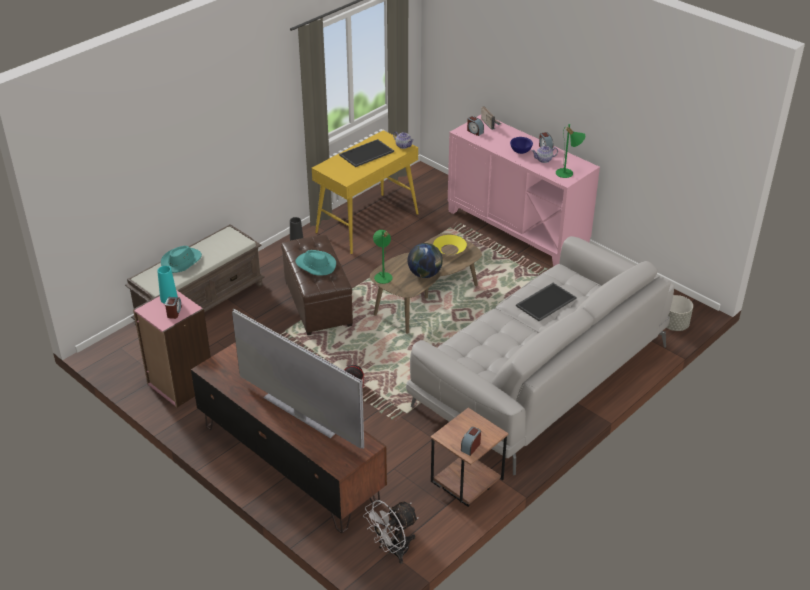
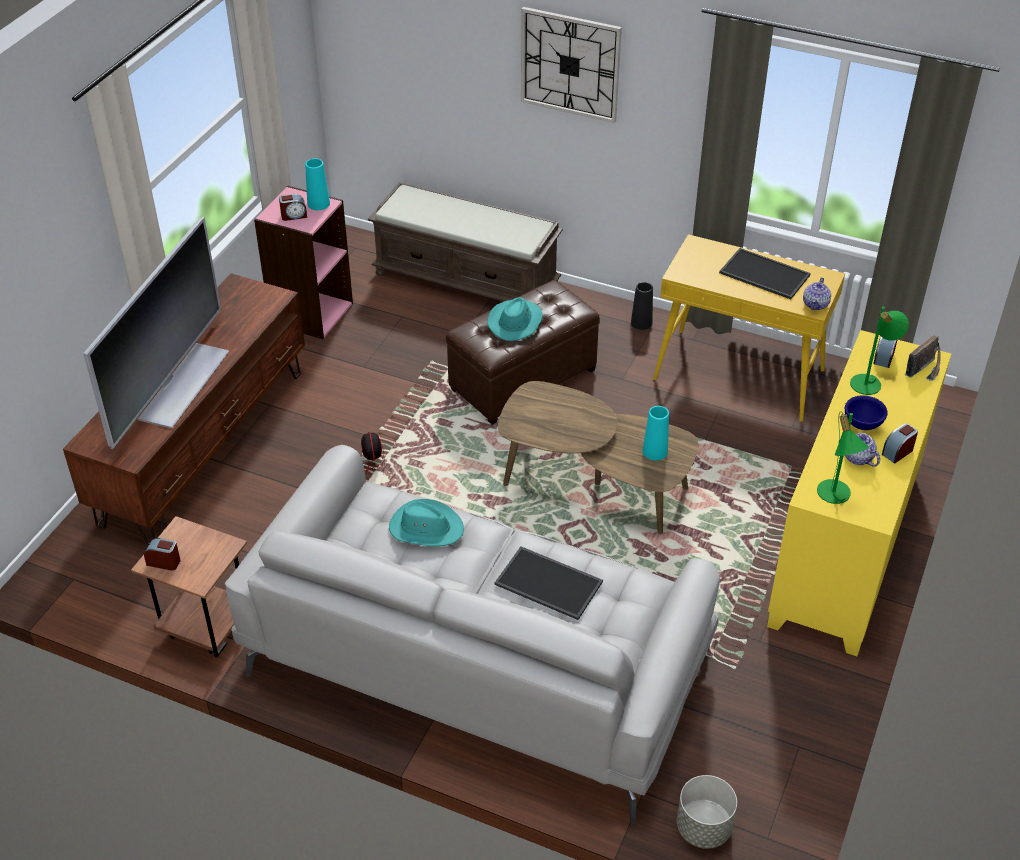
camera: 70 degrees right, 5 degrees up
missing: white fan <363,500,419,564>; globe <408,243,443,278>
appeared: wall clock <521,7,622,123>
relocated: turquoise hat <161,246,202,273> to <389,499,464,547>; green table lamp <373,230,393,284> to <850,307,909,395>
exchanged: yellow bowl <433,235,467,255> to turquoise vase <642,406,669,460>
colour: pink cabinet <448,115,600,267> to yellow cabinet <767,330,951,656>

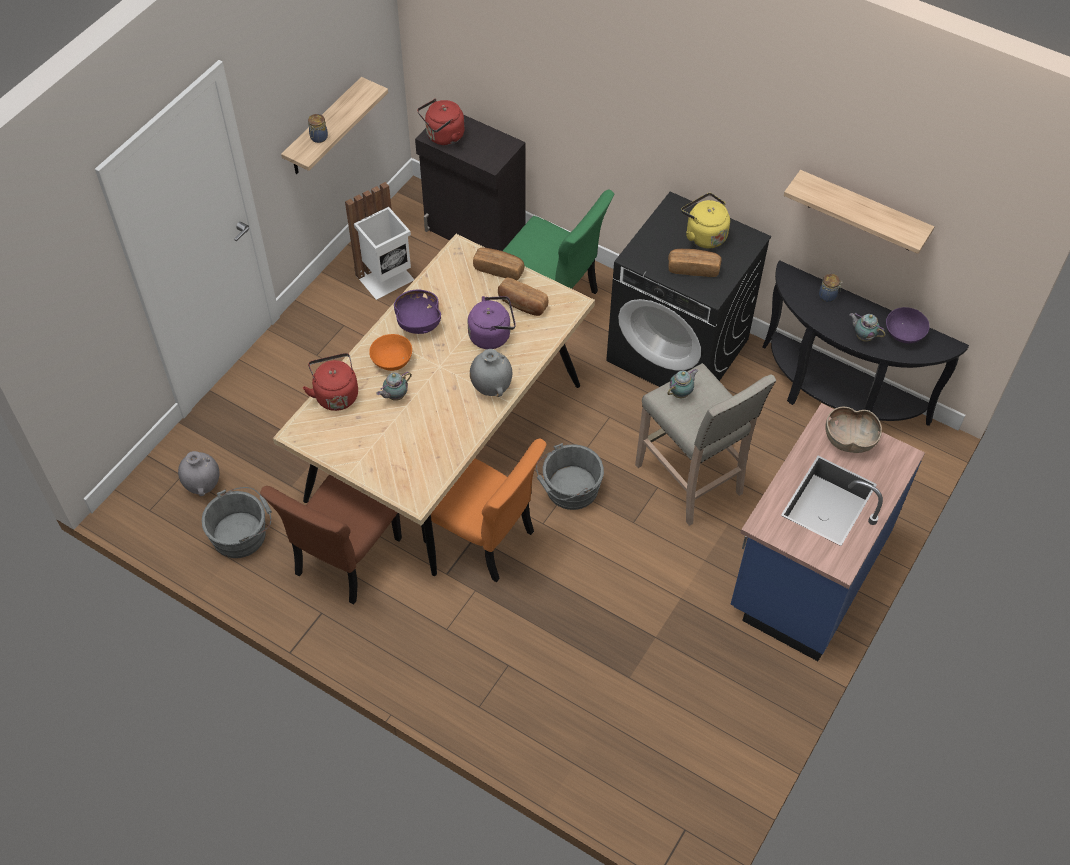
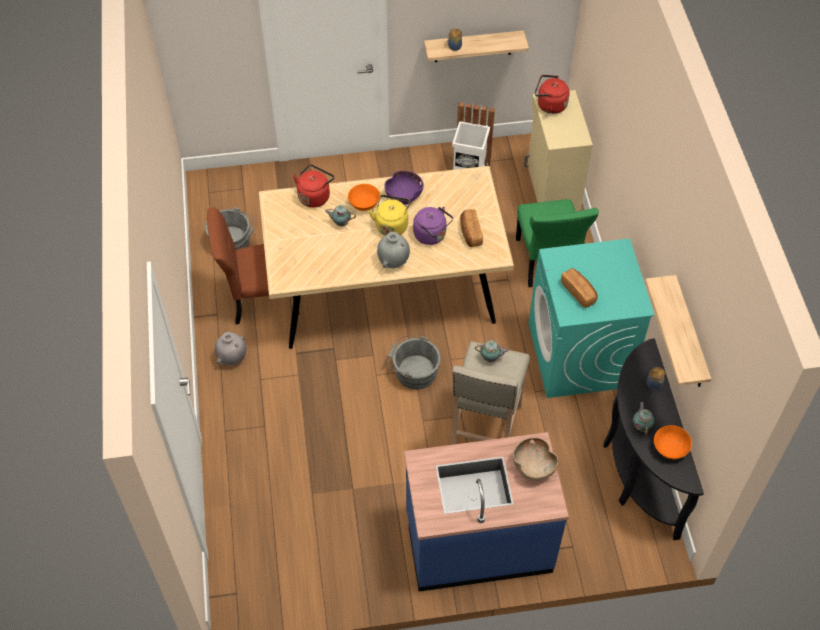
camera: 50 degrees right, 0 degrees up
missing: orange chair <421,439,547,582>; bread <473,248,525,280>
relocated: grey vase <178,451,219,496> to <215,332,246,366>; yellow kettle <681,193,730,248> to <368,195,411,236>
colour: black cabinet <415,115,526,251> to beige cabinet <524,90,593,211>; black washing machine <606,191,771,387> to turquoise washing machine <528,238,655,398>; purple bowl <886,307,930,343> to orange bowl <654,425,692,459>

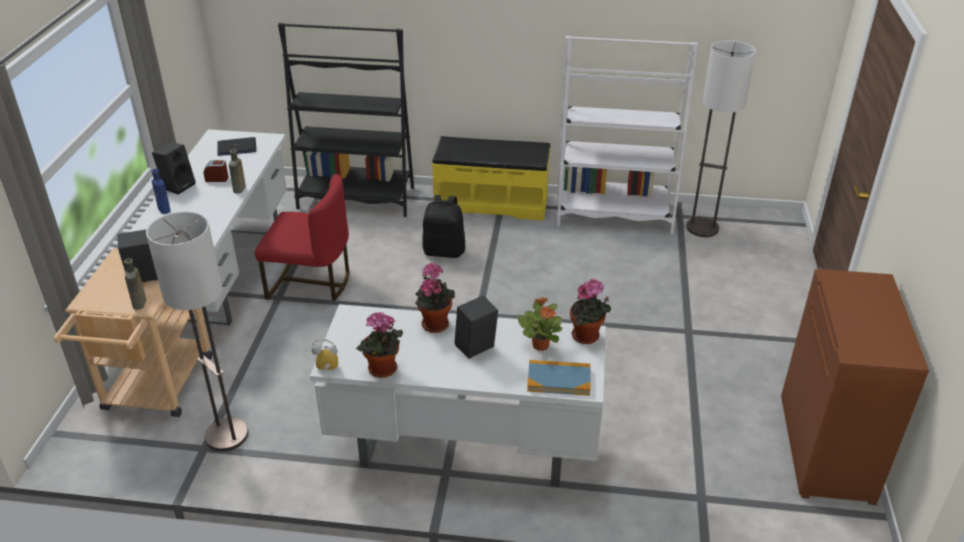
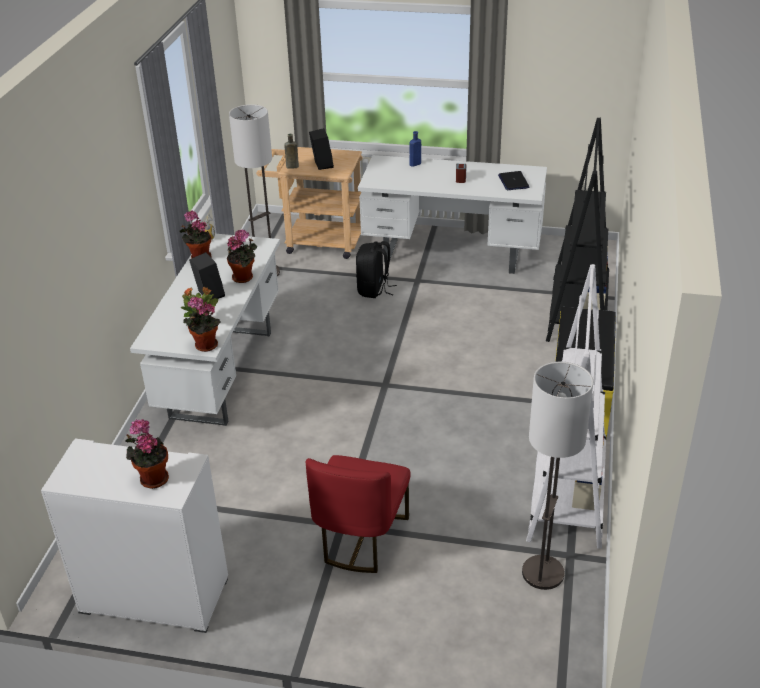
camera: 95 degrees right, 0 degrees up
missing: black speaker <152,142,195,195>; brown bottle <229,149,246,194>; book <527,360,591,396>
appeared: potted plant <126,419,169,489>
relocated: red chair <255,174,349,301> to <306,455,411,573>; black backpack <423,195,465,258> to <356,241,397,298>
colour: brown cabinet <781,269,929,505> to white cabinet <41,439,228,633>

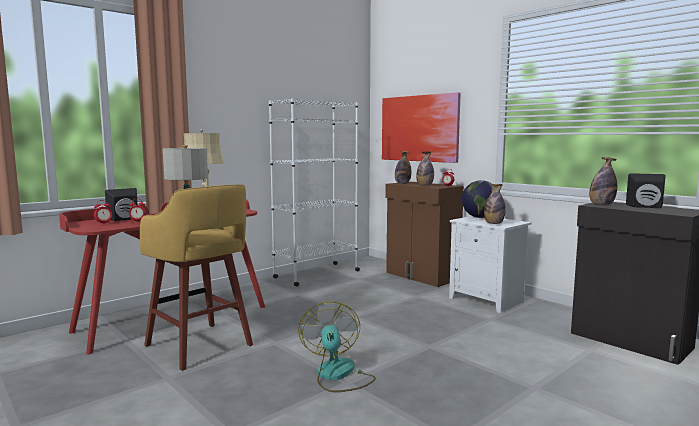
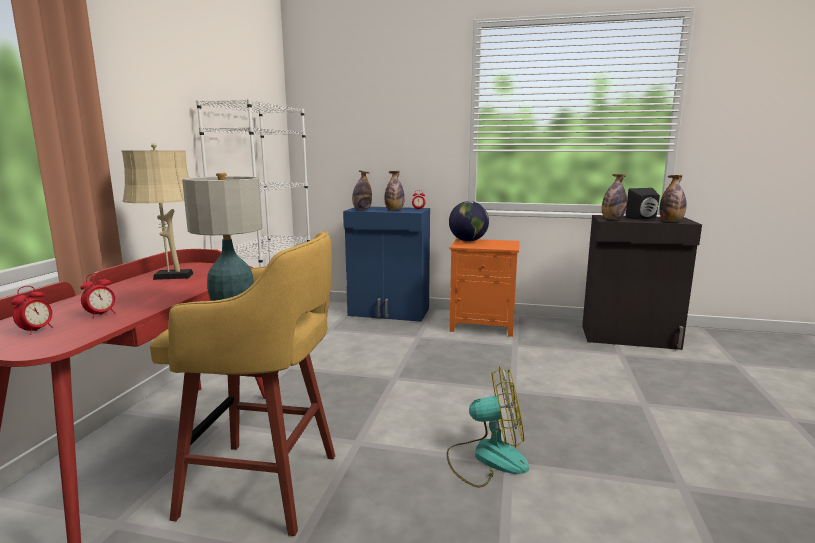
camera: 35 degrees left, 5 degrees up
missing: black speaker <105,188,138,221>; picture <382,92,461,163>
relocated: bottle <484,184,506,224> to <659,175,687,222>
colour: brown cabinet <385,182,464,287> to blue cabinet <343,207,430,322>; white nightstand <449,216,532,313> to orange nightstand <450,238,520,337>
spun: fan <298,301,376,392> = <446,366,529,488> 135 degrees clockwise

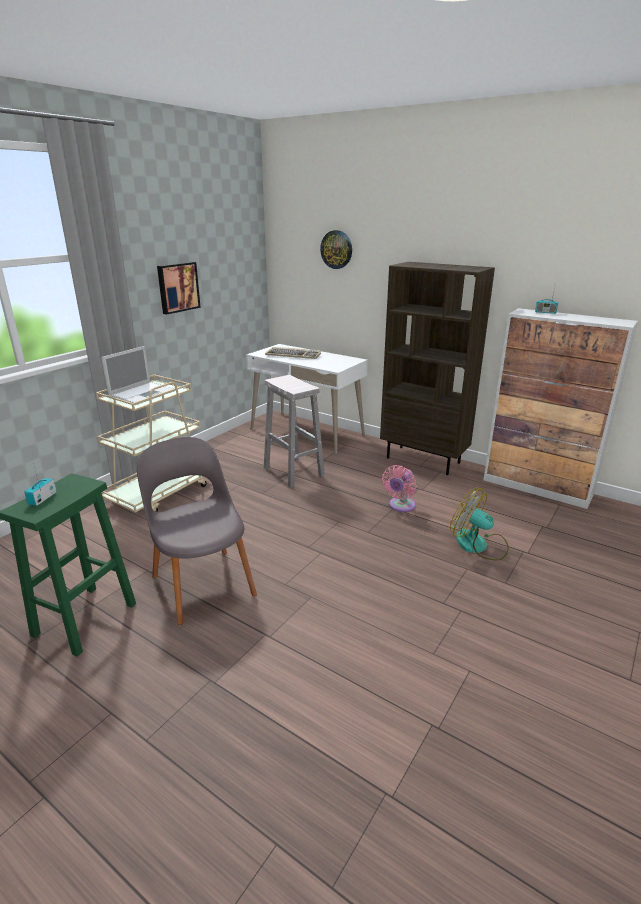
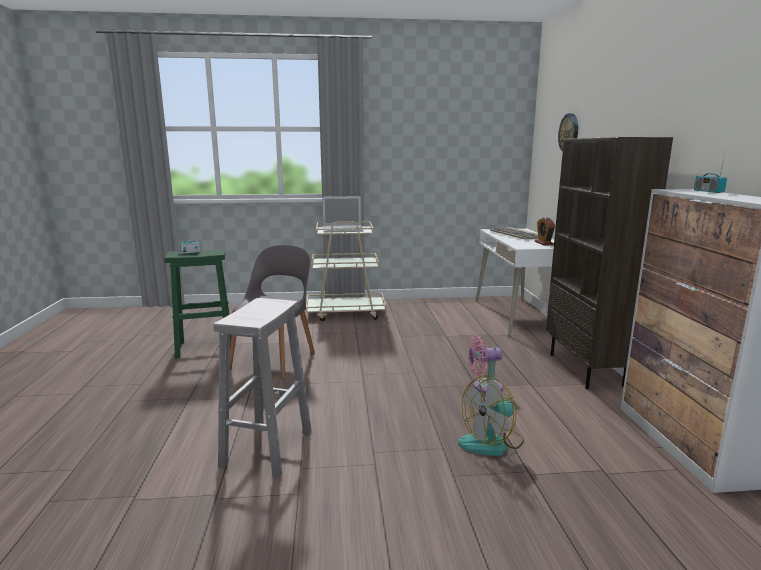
camera: 50 degrees right, 10 degrees down
missing: picture <157,262,201,315>
appeared: alarm clock <535,217,555,246>
relocated: white stool <264,375,325,488> to <213,298,312,477>
spun: fan <450,488,509,560> = <458,375,524,456> 120 degrees counterclockwise

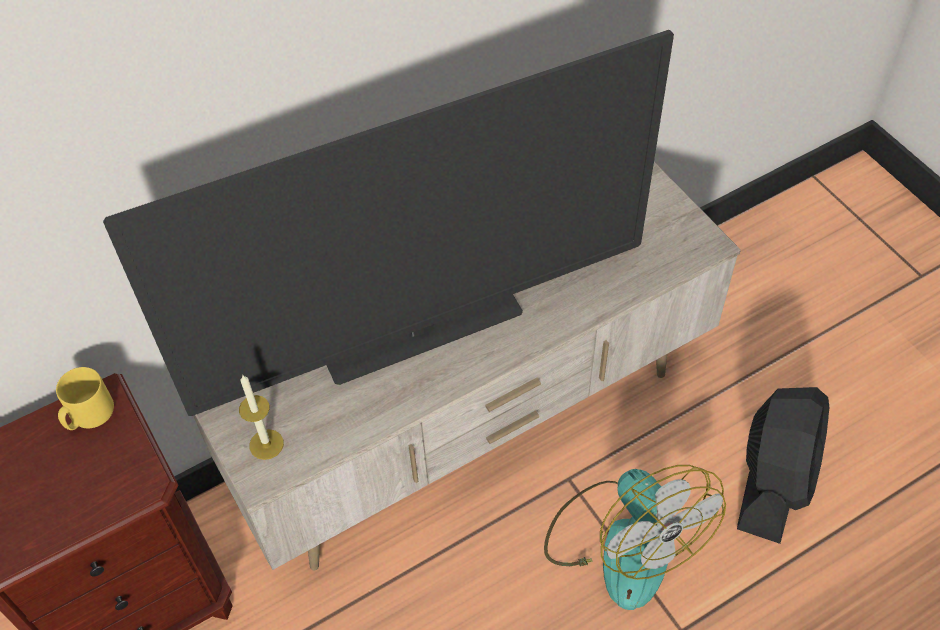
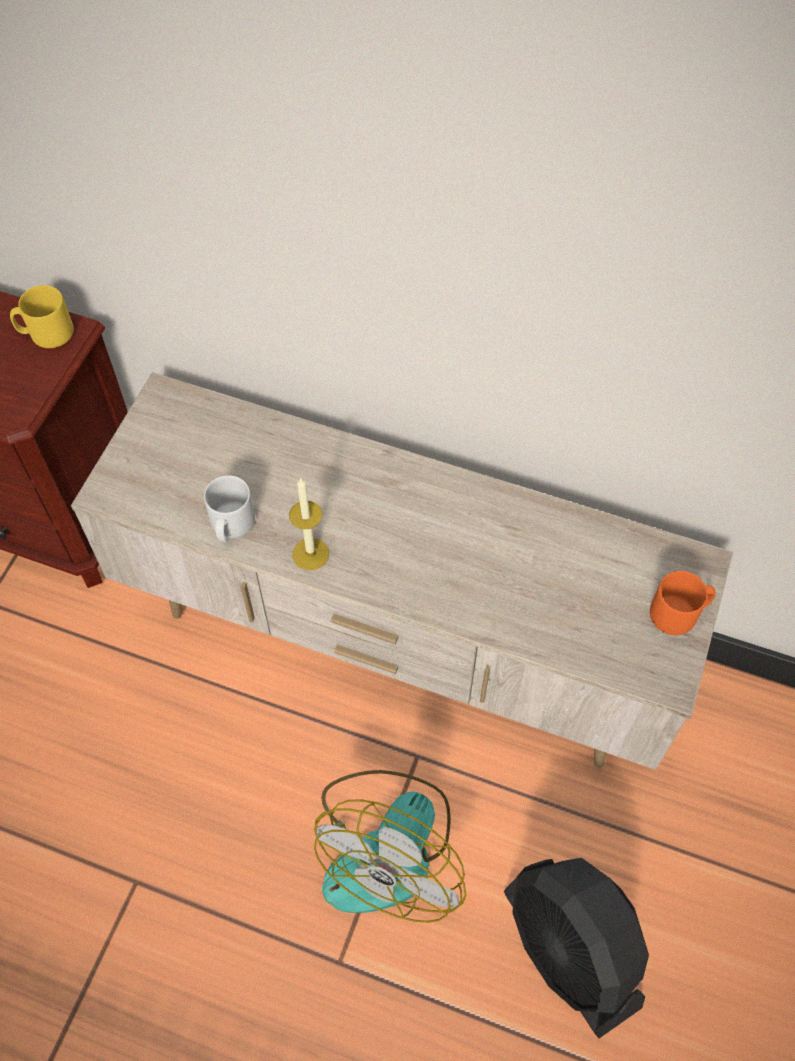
camera: 50 degrees right, 5 degrees up
missing: television <103,30,674,416>
appeared: grey mug <204,475,255,542>; orange mug <650,571,716,635>
relocated: candle <239,375,284,460> to <289,477,329,570>
spun: black fan <737,387,829,544> = <504,858,649,1038> 75 degrees clockwise

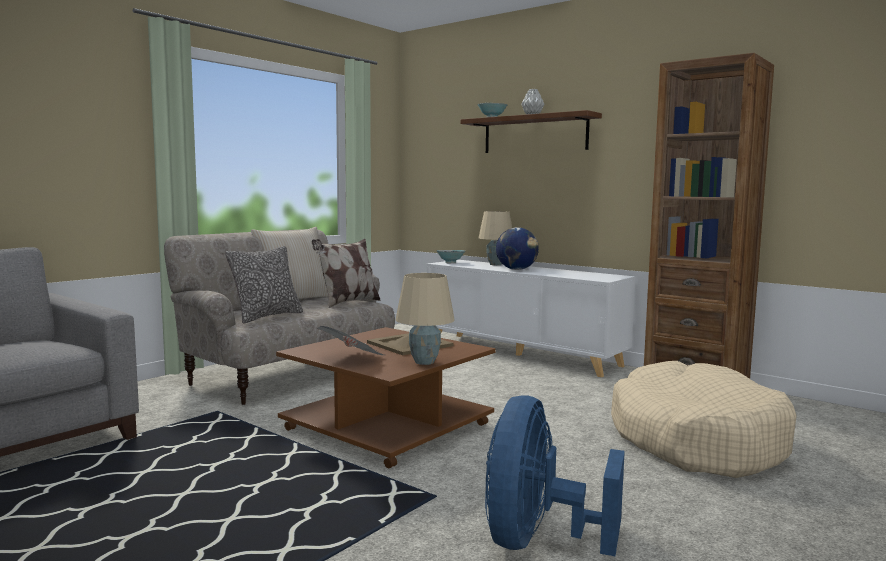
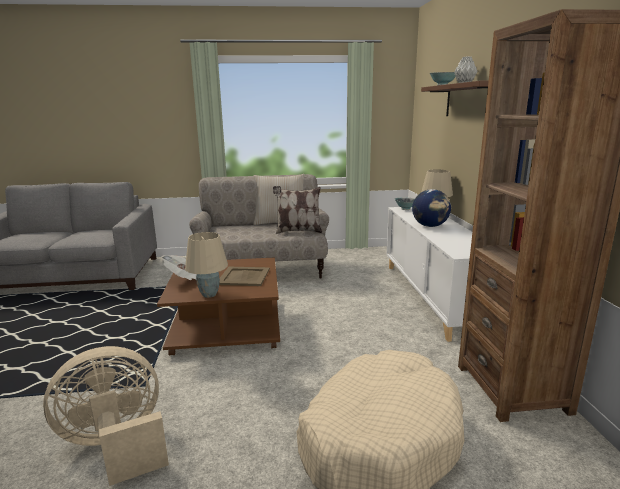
camera: 45 degrees right, 10 degrees up
missing: pillow <225,246,303,324>
colour: blue fan <485,395,625,556> to beige fan <43,346,169,486>

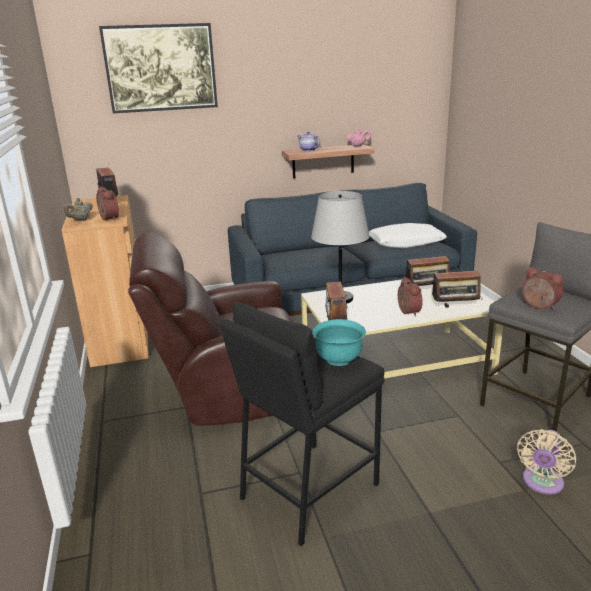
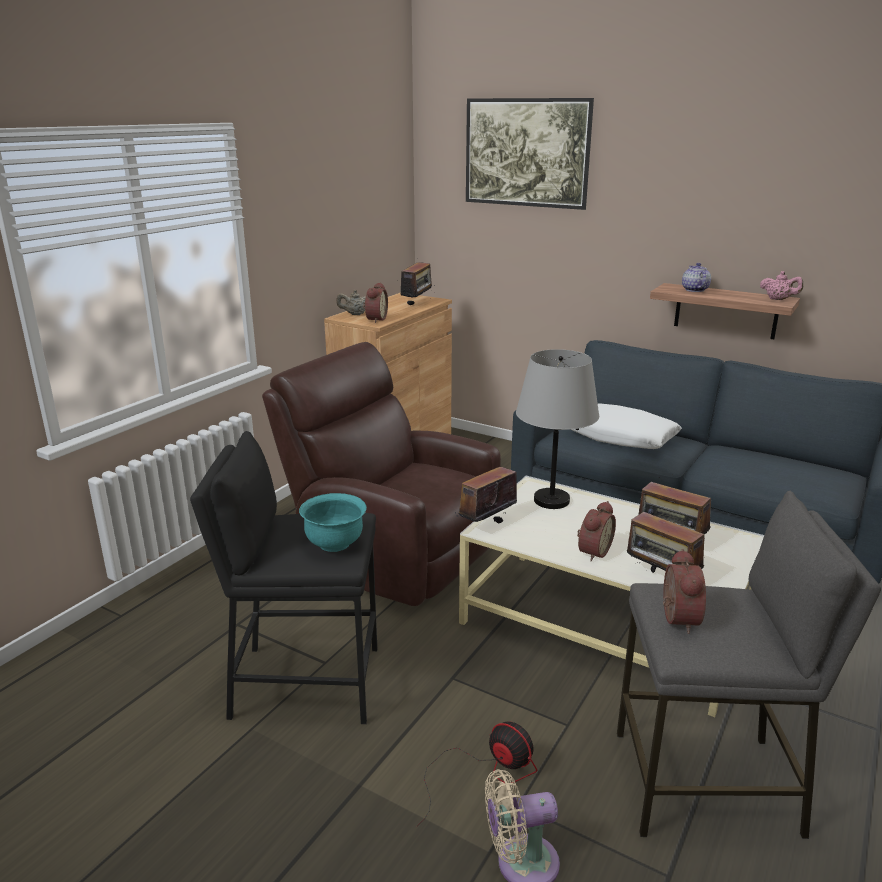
camera: 45 degrees right, 0 degrees up
appeared: fan <417,722,537,826>
relocated: white pillow <369,223,447,248> to <571,403,682,449>

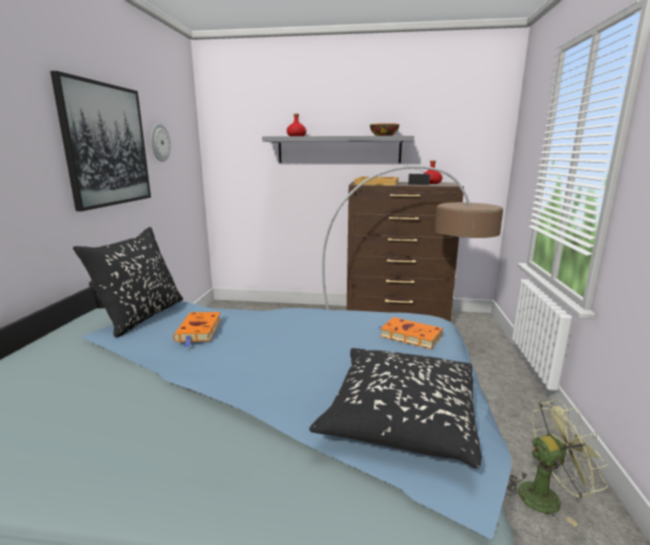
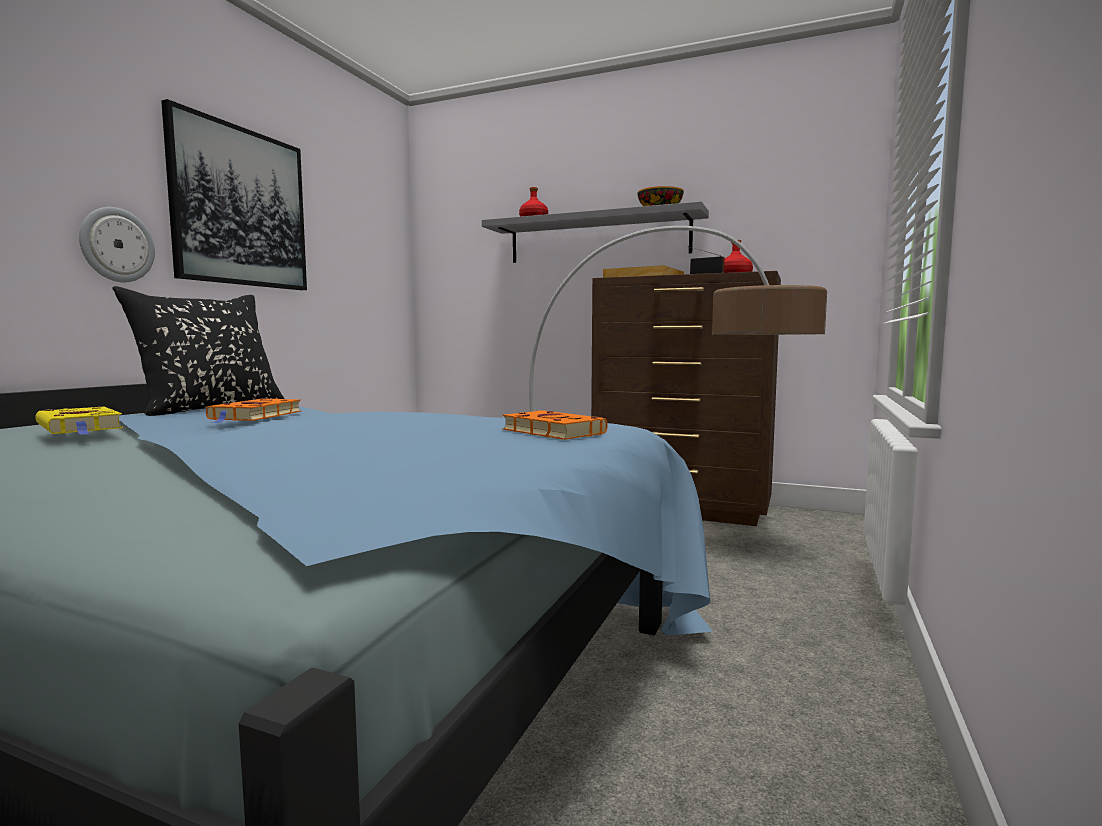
camera: 15 degrees right, 10 degrees down
missing: black pillow <309,348,482,468>; green fan <505,400,609,527>
appeared: yellow book <35,407,123,435>
relocated: wall clock <151,123,171,162> to <79,207,155,282>

